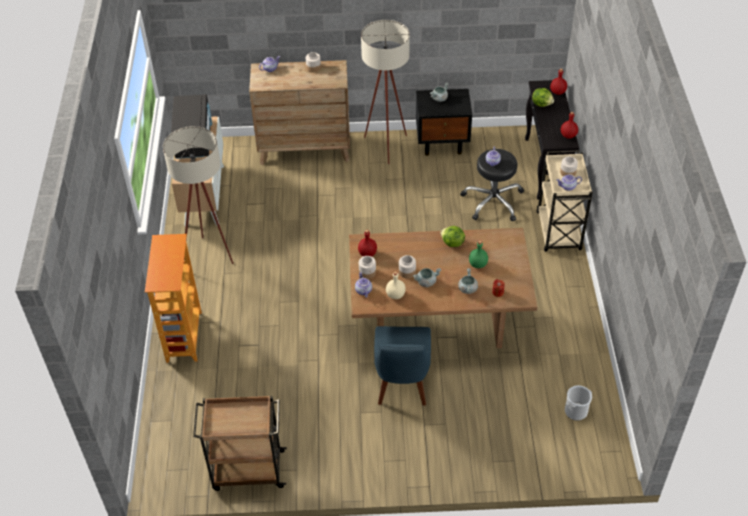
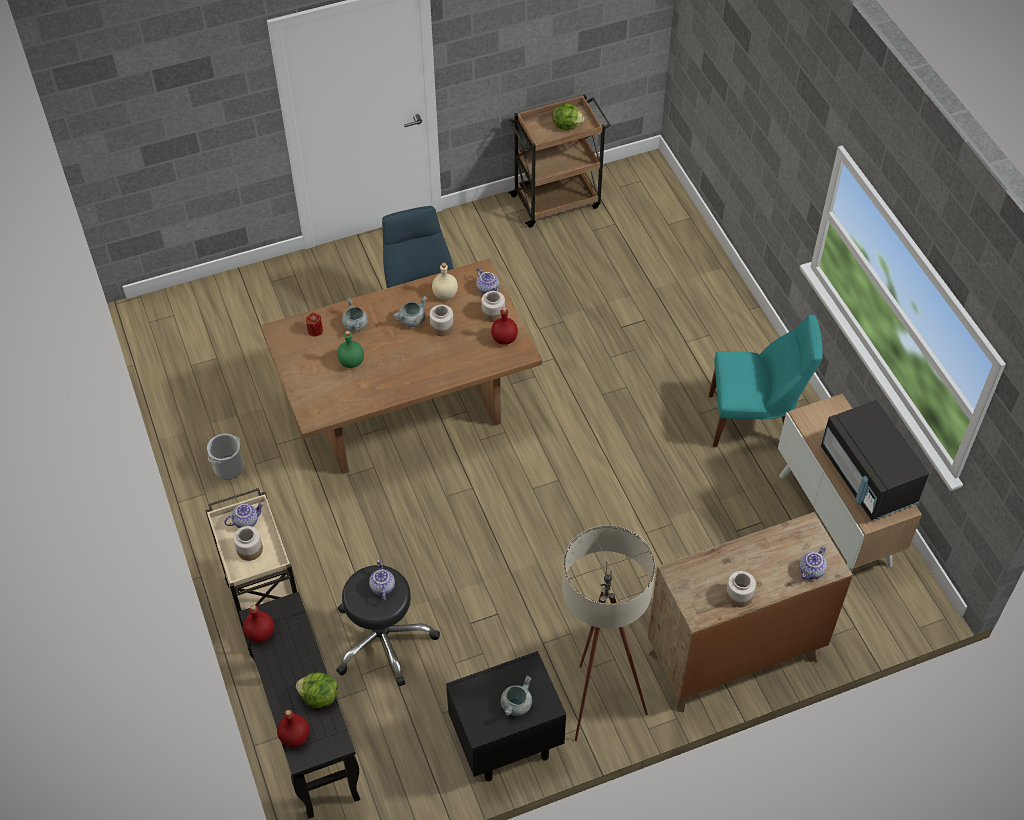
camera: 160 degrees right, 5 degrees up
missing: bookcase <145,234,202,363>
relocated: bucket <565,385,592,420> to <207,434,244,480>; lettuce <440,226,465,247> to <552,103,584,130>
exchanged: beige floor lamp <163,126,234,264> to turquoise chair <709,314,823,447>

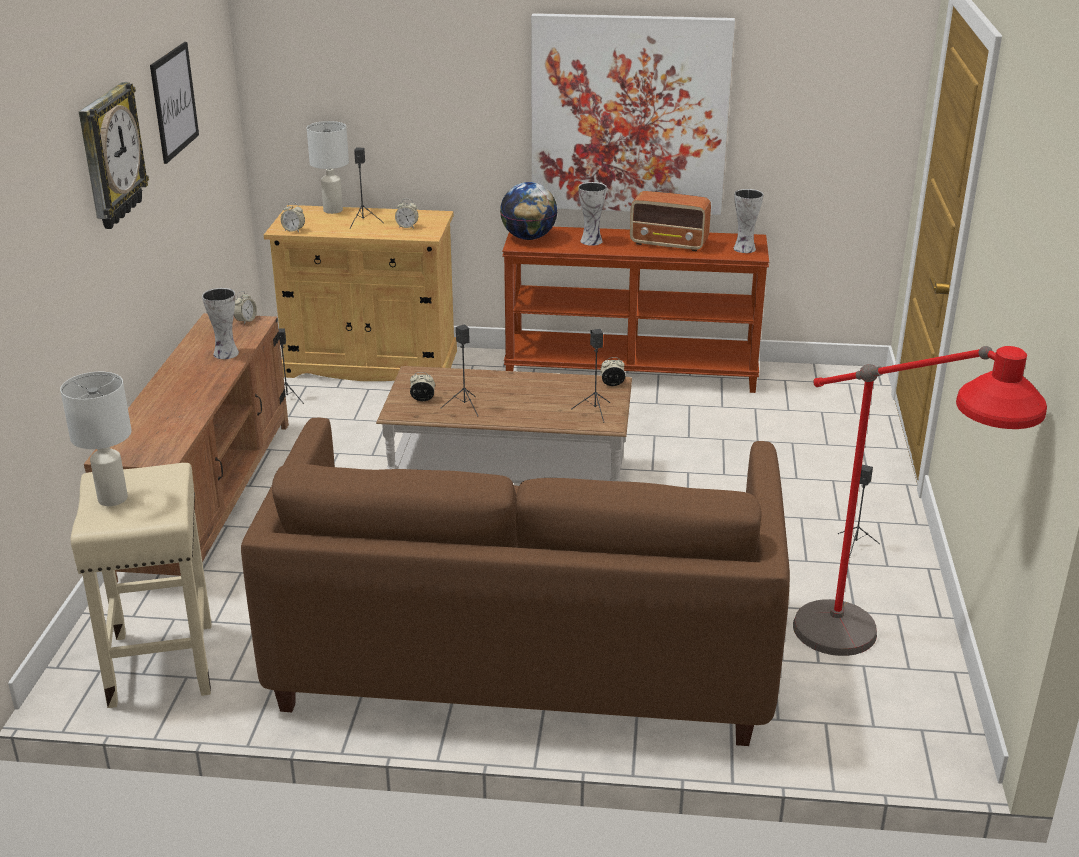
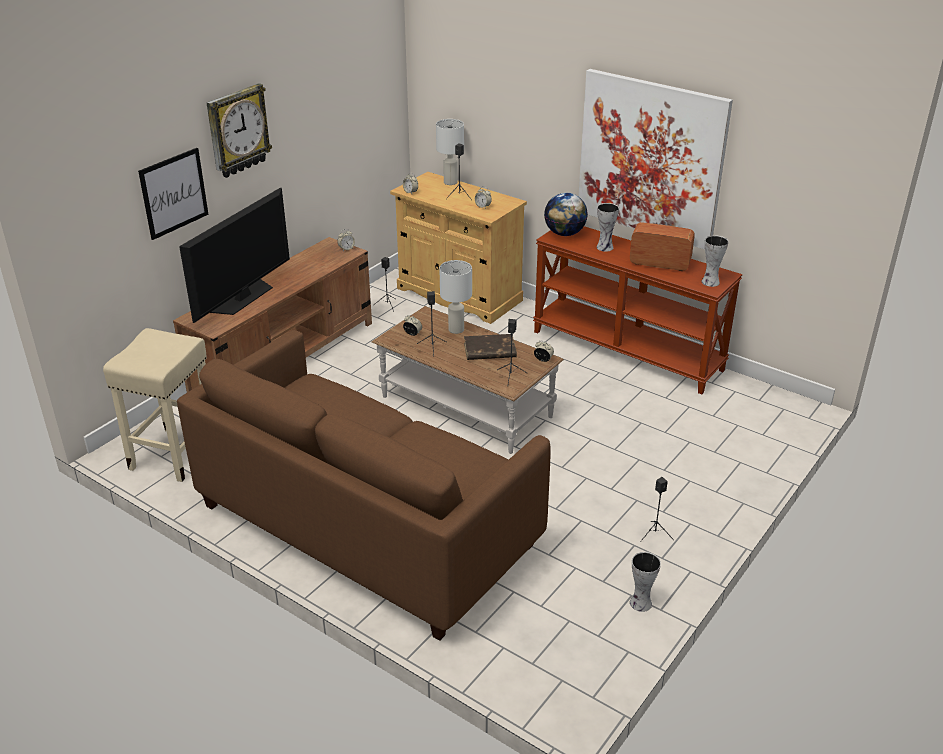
camera: 30 degrees right, 5 degrees up
missing: red floor lamp <793,346,1047,656>
appeared: television <179,188,290,323>; brown book <464,334,517,360>
relocated: picture <150,42,199,164> to <138,148,209,240>; white table lamp <60,372,131,506> to <439,260,472,334>; vase <202,288,239,359> to <630,552,661,612>
spun: radio <630,191,711,252> = <630,222,695,271> 150 degrees clockwise

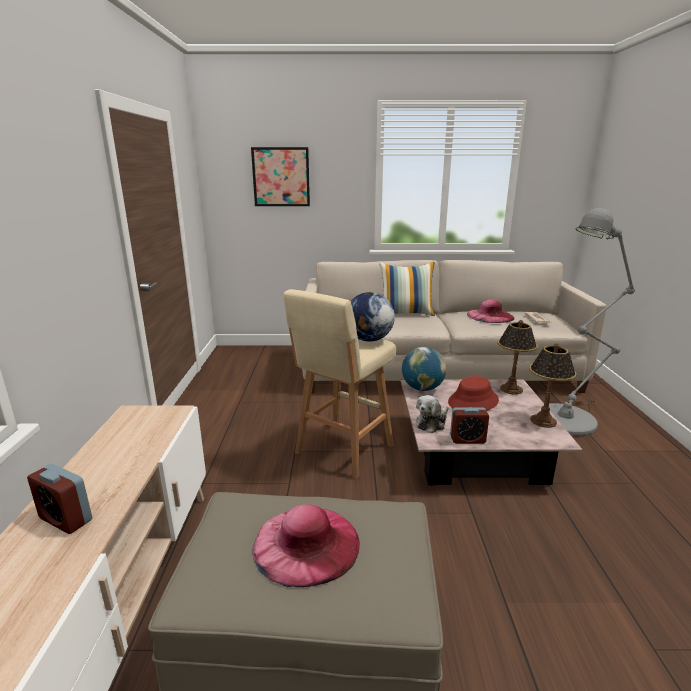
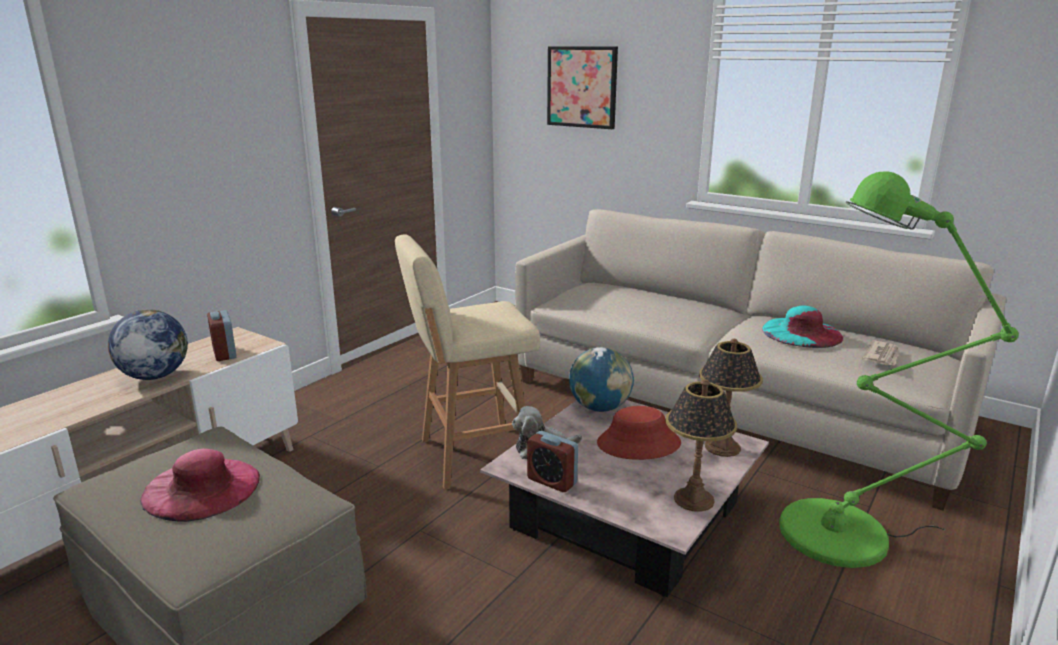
camera: 35 degrees right, 0 degrees up
missing: pillow <379,262,435,316>
relocated: globe <351,292,395,342> to <108,309,188,380>; alarm clock <27,464,92,534> to <207,310,237,361>
colour: pink hat <467,300,515,323> to turquoise hat <762,306,843,348>; grey floor lamp <549,208,635,436> to green floor lamp <779,171,1019,568>

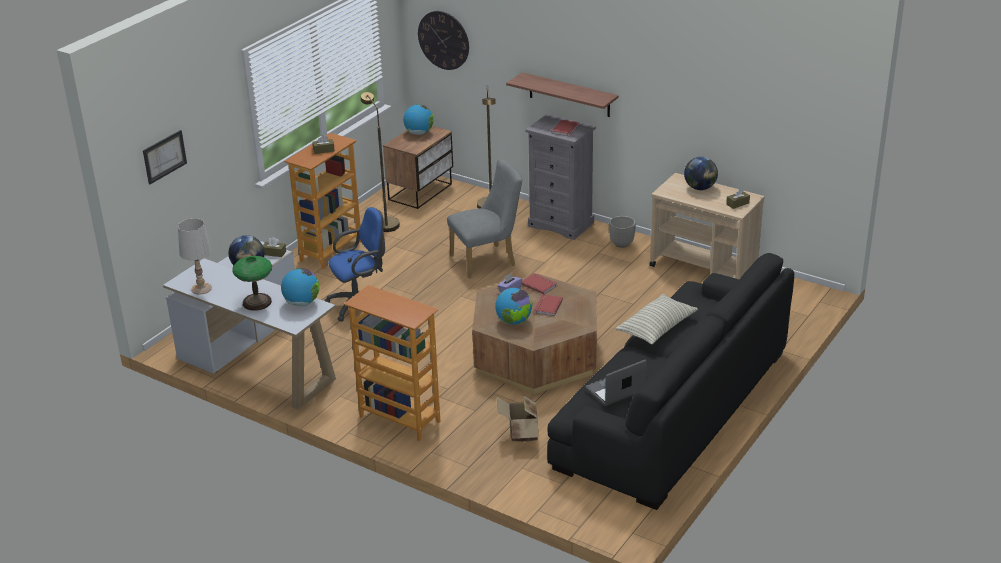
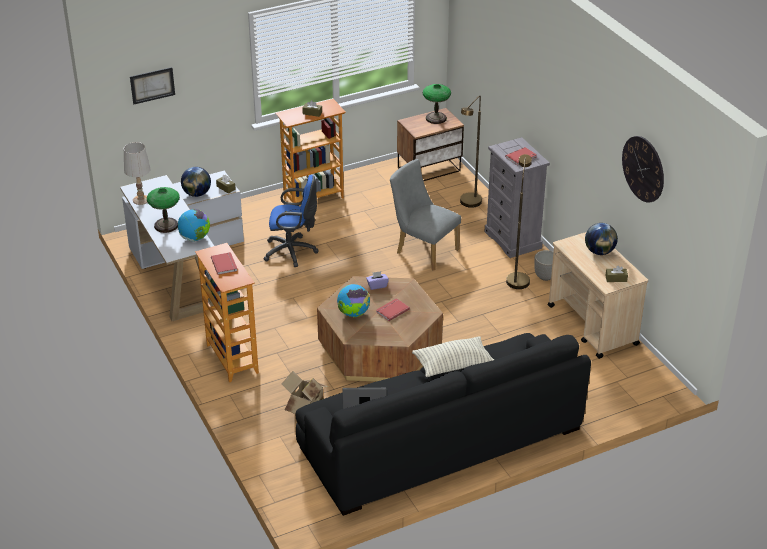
camera: 30 degrees right, 5 degrees up
missing: shelf <506,72,619,117>
relocated: red book <521,273,557,294> to <211,252,237,275>; brown floor lamp <361,92,400,232> to <506,154,532,289>; wall clock <418,11,469,70> to <622,136,664,203>
exchanged: globe <403,104,434,135> to table lamp <423,84,451,124>
spun: grey chair <447,159,522,278> = <390,159,461,271> 150 degrees counterclockwise

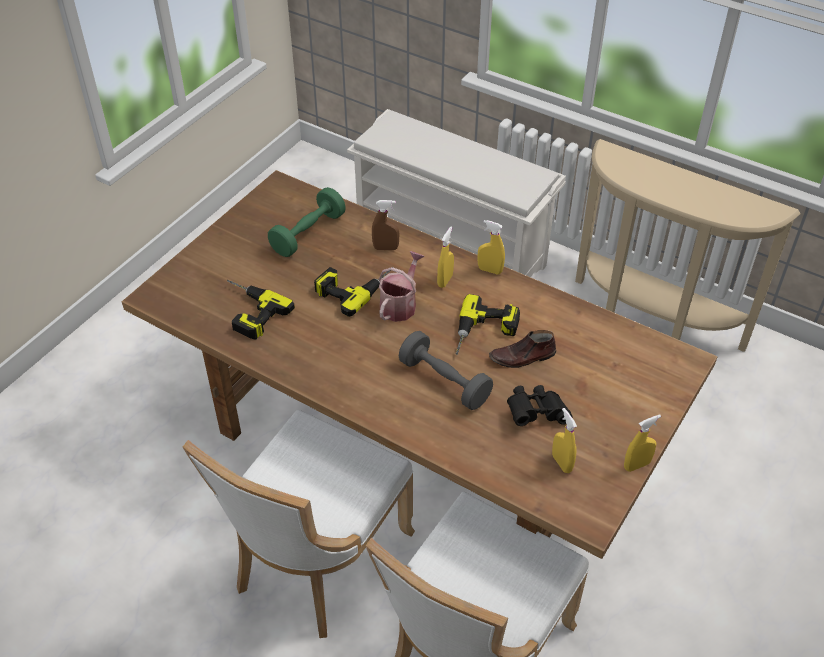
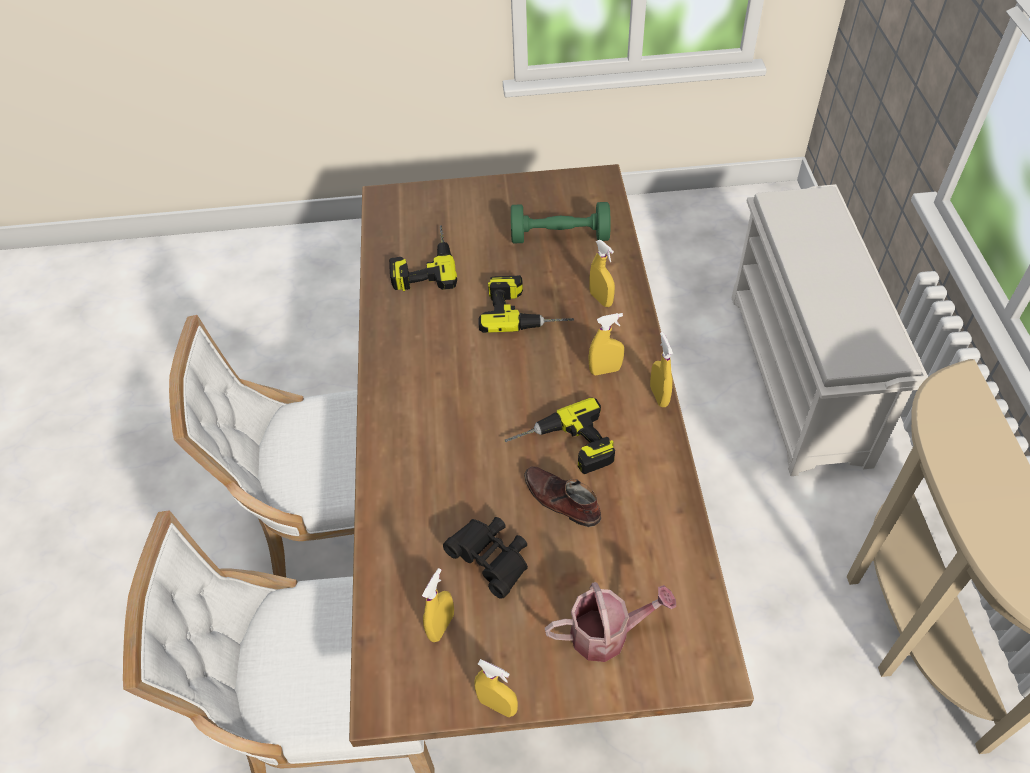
camera: 55 degrees right, 5 degrees up
missing: grey dumbbell <399,331,493,410>
relocated: watering can <379,251,425,322> to <545,582,676,662>
colour: brown spray bottle <372,200,399,250> to yellow spray bottle <589,240,615,307>

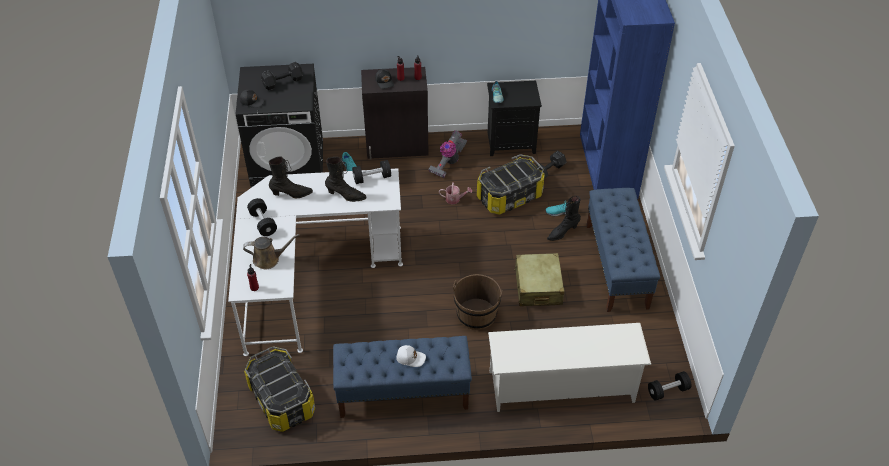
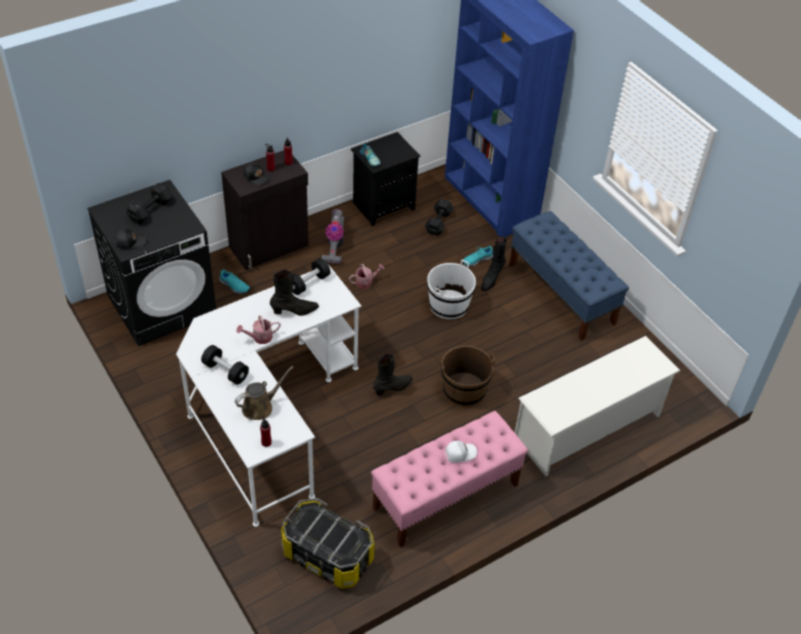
camera: 30 degrees left, 0 degrees up
missing: storage box <477,154,545,214>; beige suitcase <514,253,564,306>; black dumbbell <648,371,691,401>
appeared: watering can <237,315,280,344>; white bucket <427,259,476,319>
relocated: black boot <269,157,313,198> to <373,354,413,396>
colour: blue bench <333,336,472,418> to pink bench <371,411,528,547>

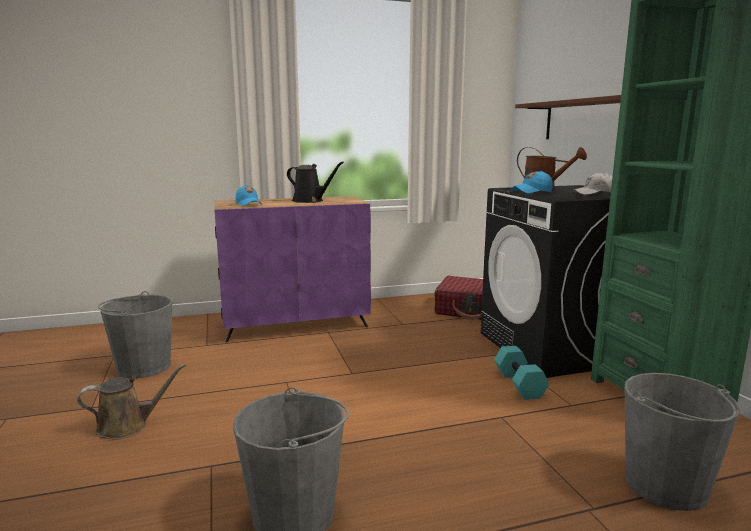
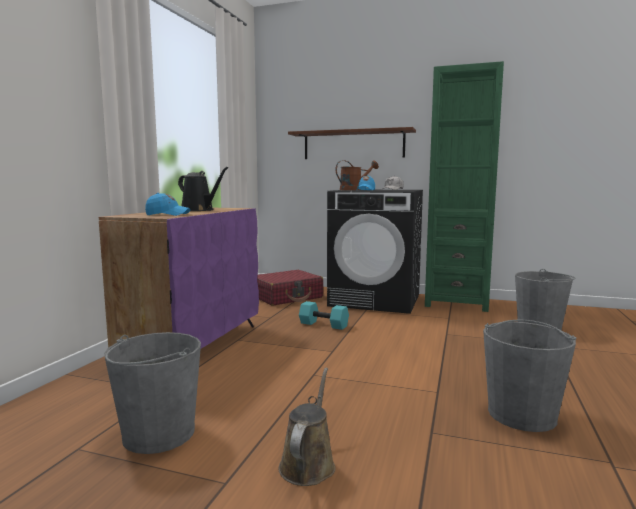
camera: 55 degrees left, 5 degrees down
relocated: turquoise dumbbell <494,346,549,400> to <299,301,349,330>
spun: black watering can <287,161,344,203> = <178,167,228,211> 60 degrees clockwise

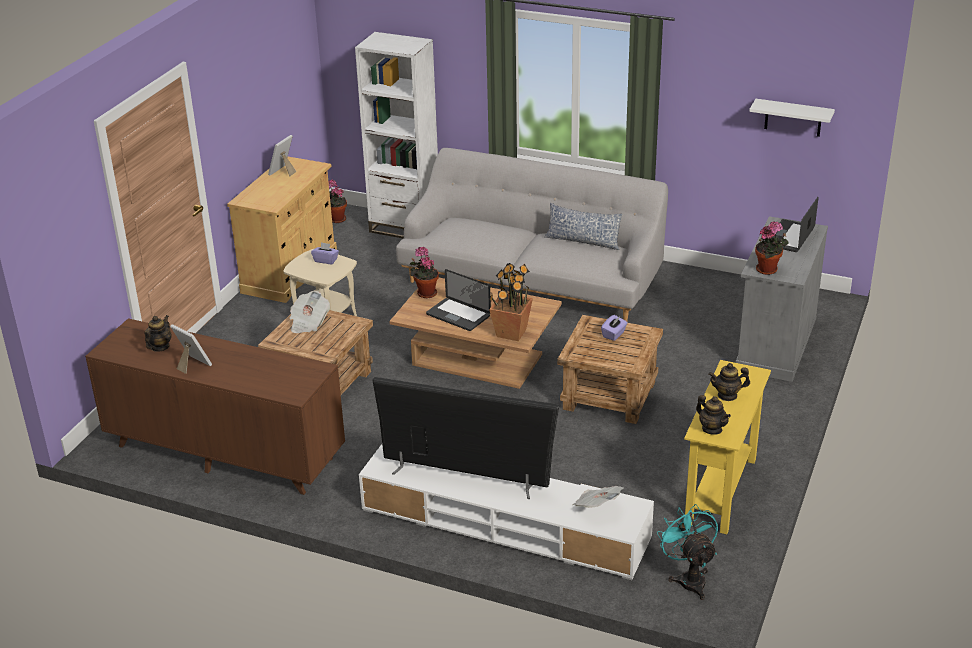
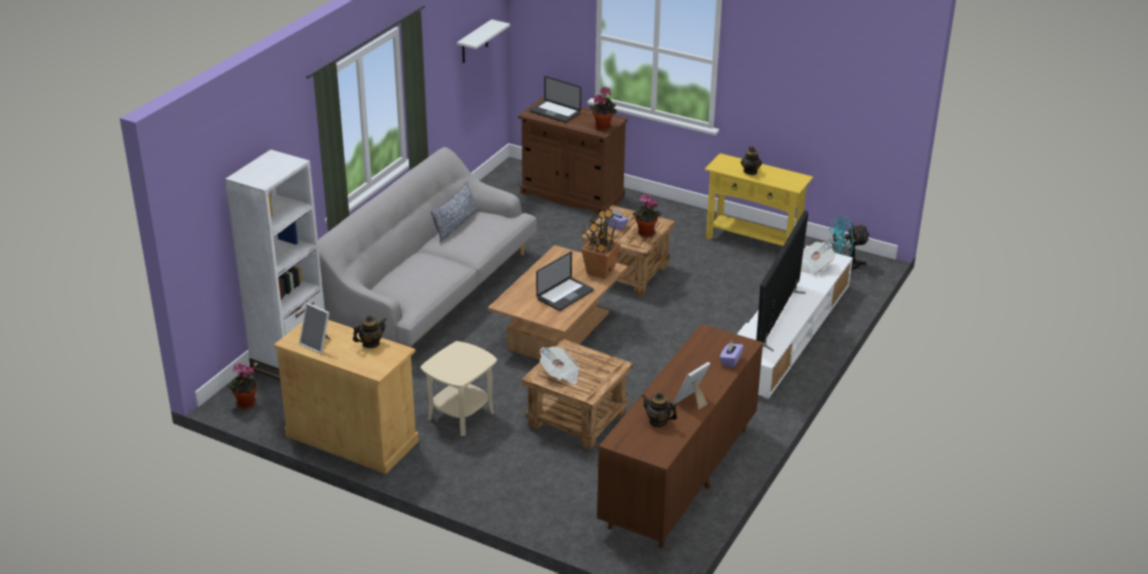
camera: 85 degrees left, 0 degrees up
relocated: teapot <696,395,731,435> to <353,315,387,348>; potted plant <410,247,439,298> to <633,194,662,238>; purple tissue box <311,242,339,264> to <720,341,744,368>
colour: grey cabinet <736,216,828,382> to brown cabinet <518,98,628,215>

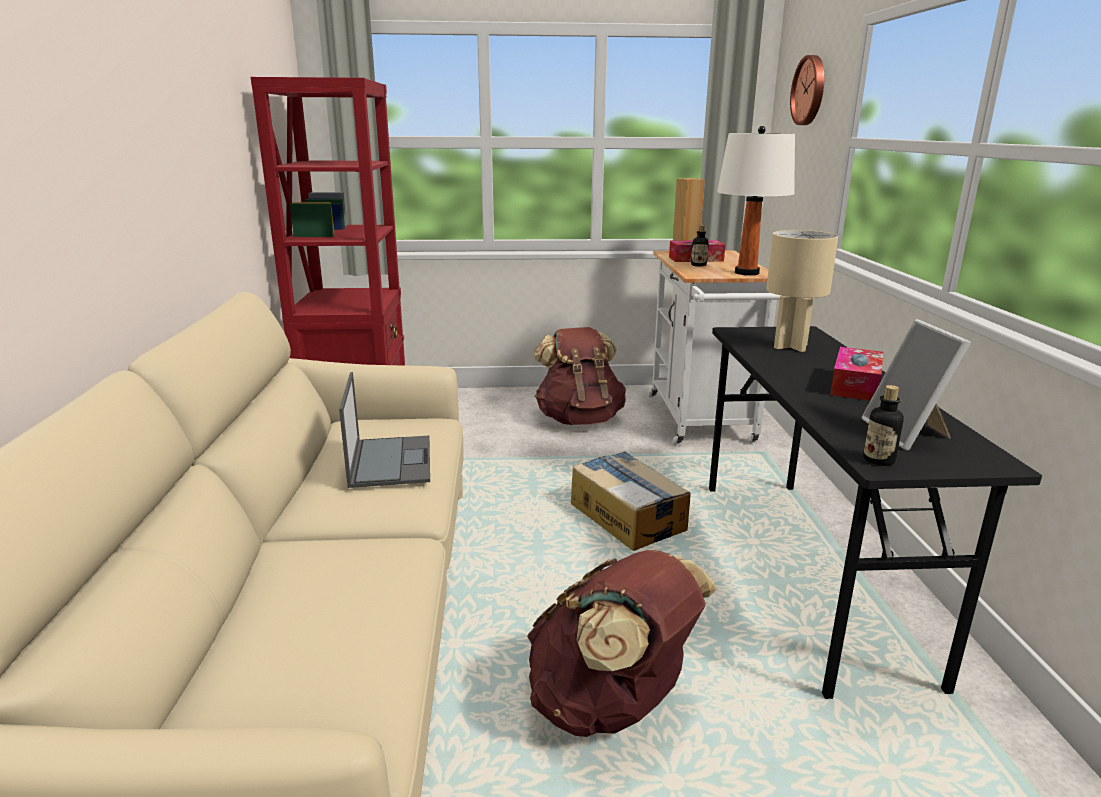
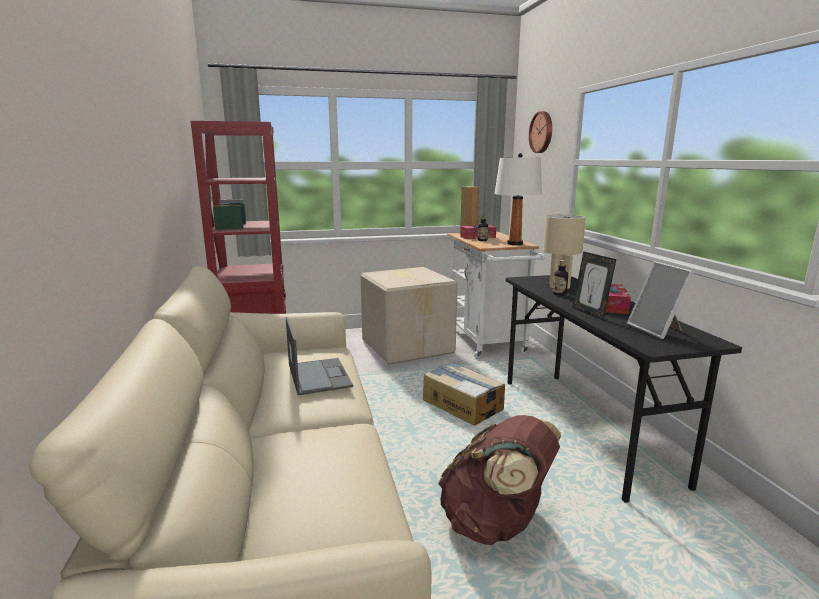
camera: 10 degrees left, 5 degrees down
appeared: picture frame <572,251,616,320>
relocated: bottle <863,385,904,466> to <553,260,568,296>
exchanged: brown backpack <534,327,626,425> to cardboard box <361,267,458,365>

